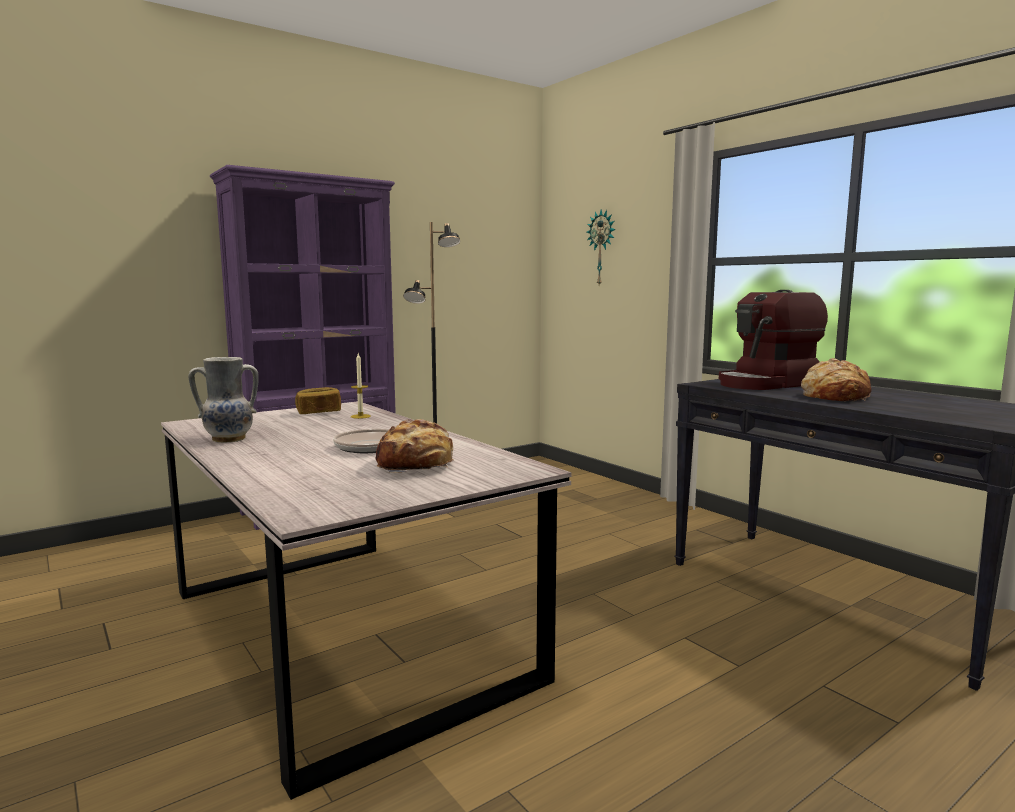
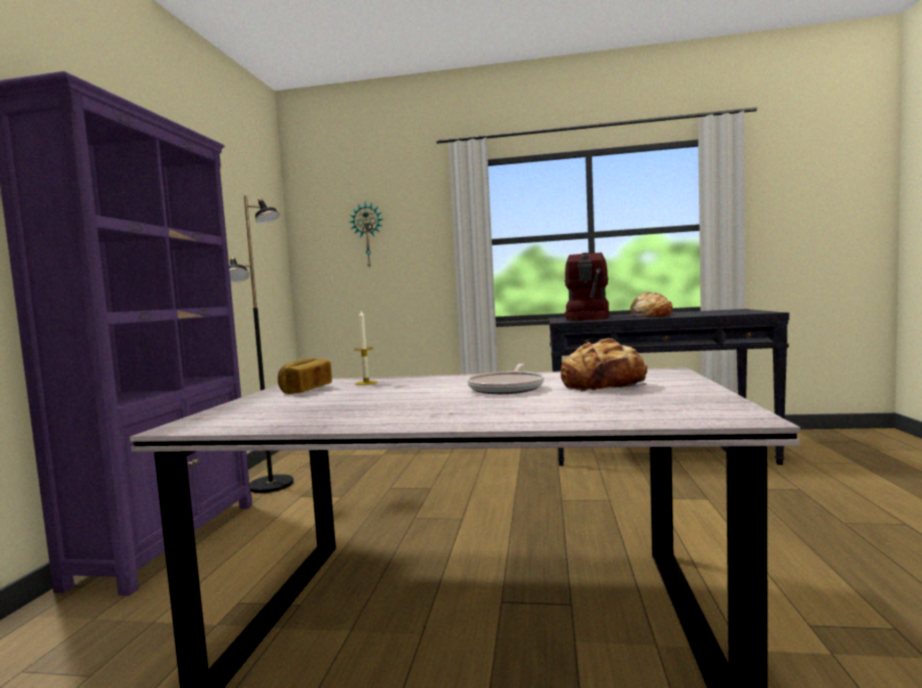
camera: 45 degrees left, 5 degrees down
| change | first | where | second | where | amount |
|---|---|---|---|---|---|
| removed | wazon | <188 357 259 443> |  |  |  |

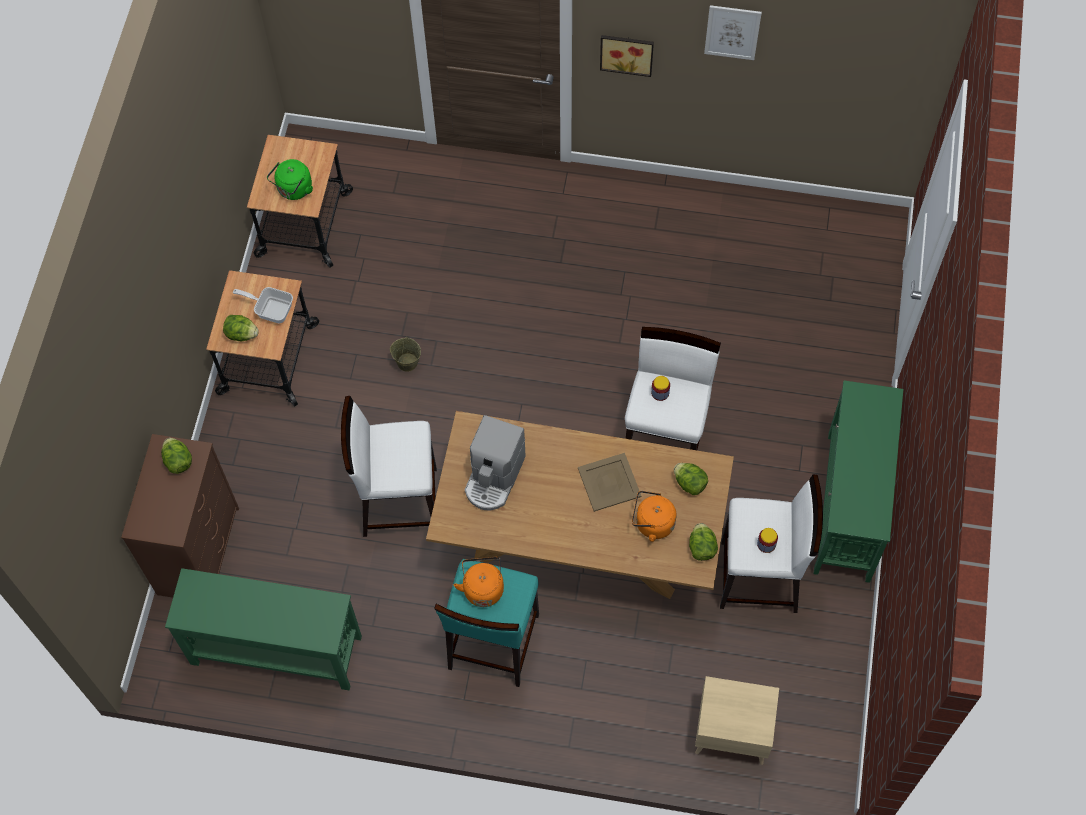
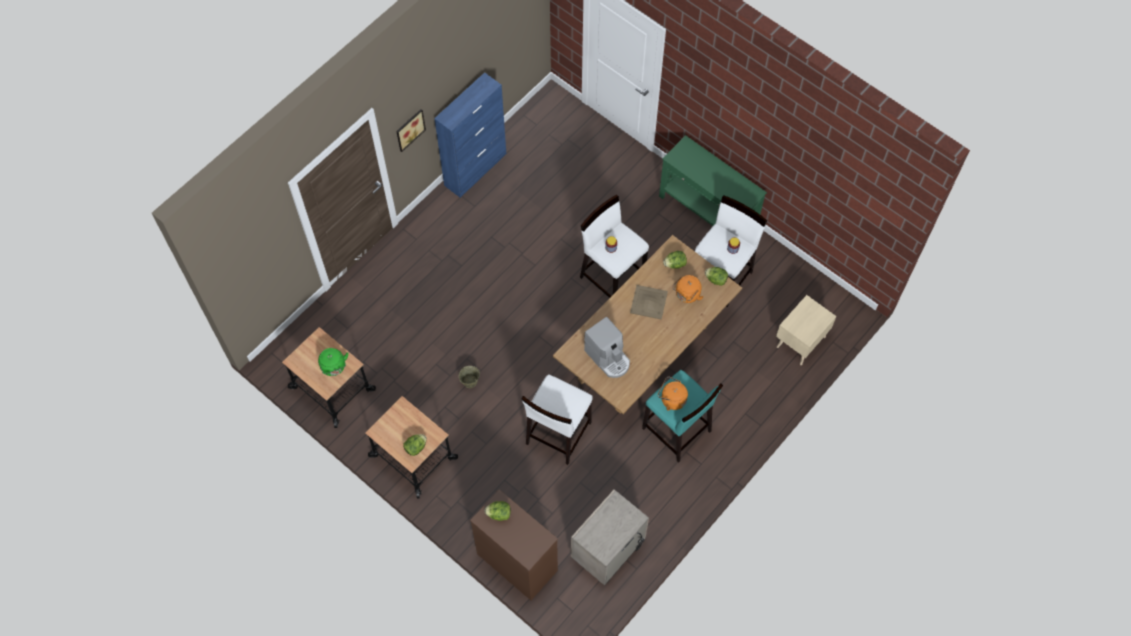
camera: 60 degrees left, 0 degrees up
| change | first | where | second | where | amount |
|---|---|---|---|---|---|
| replaced | stolik konsolowy/zielony | <165 568 362 691> | szafka nocna/beżowy | <571 490 649 585> |  |
| removed | patelnia | <233 287 293 323> |  |  |  |
| removed | obraz | <704 5 762 60> |  |  |  |
| added |  |  | szafka/niebieski | <434 72 506 198> |  |

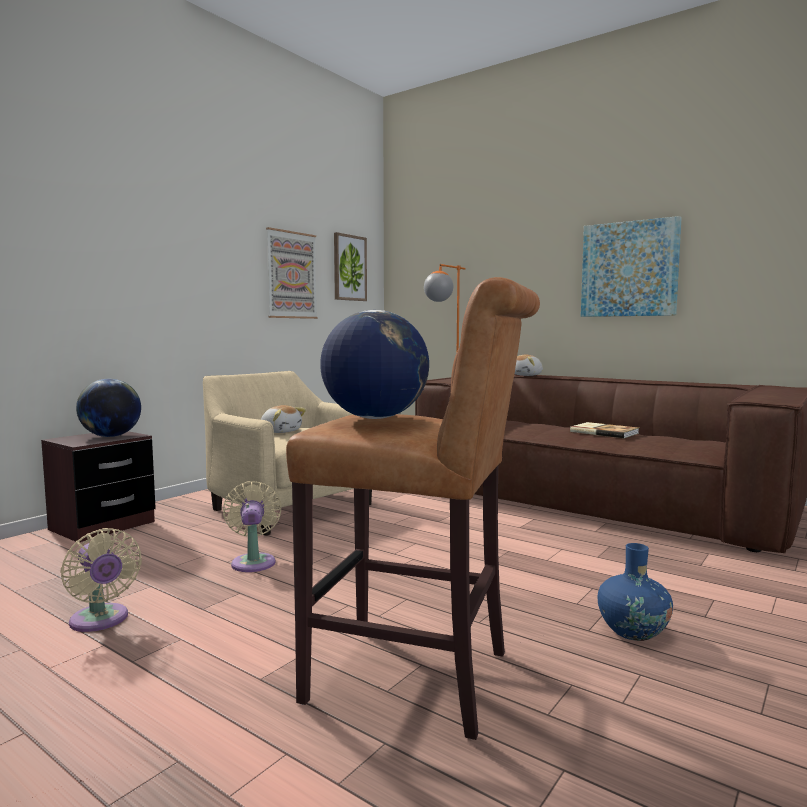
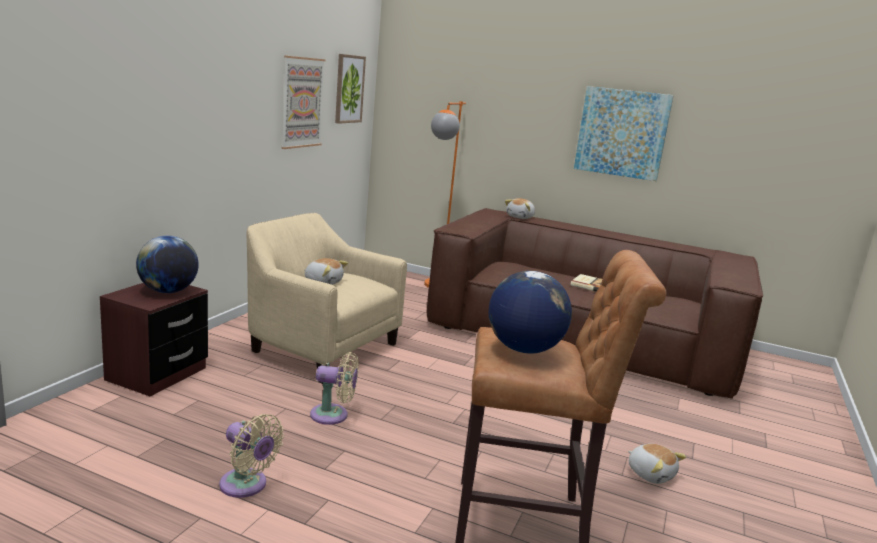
camera: 15 degrees left, 10 degrees up
| change | first | where | second | where | amount |
|---|---|---|---|---|---|
| turned | wentylator/beżowy | <223 481 282 572> |  | <310 352 359 425> | 120 degrees clockwise |
| replaced | wazon/niebieski | <598 543 673 641> | pluszak | <628 444 686 484> |  |

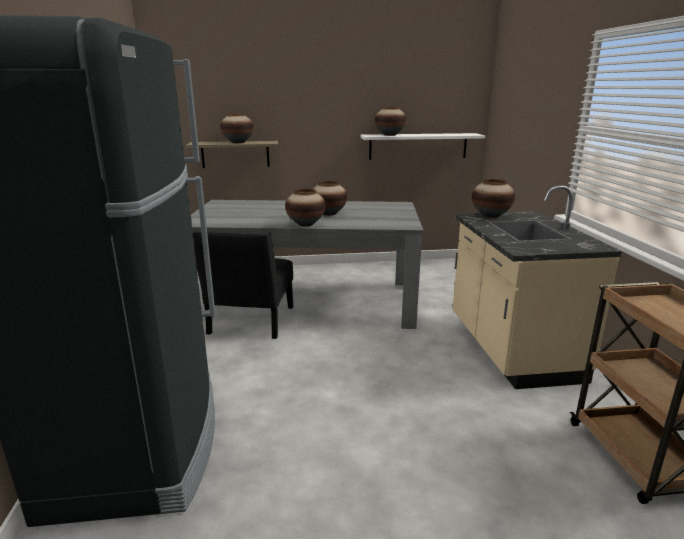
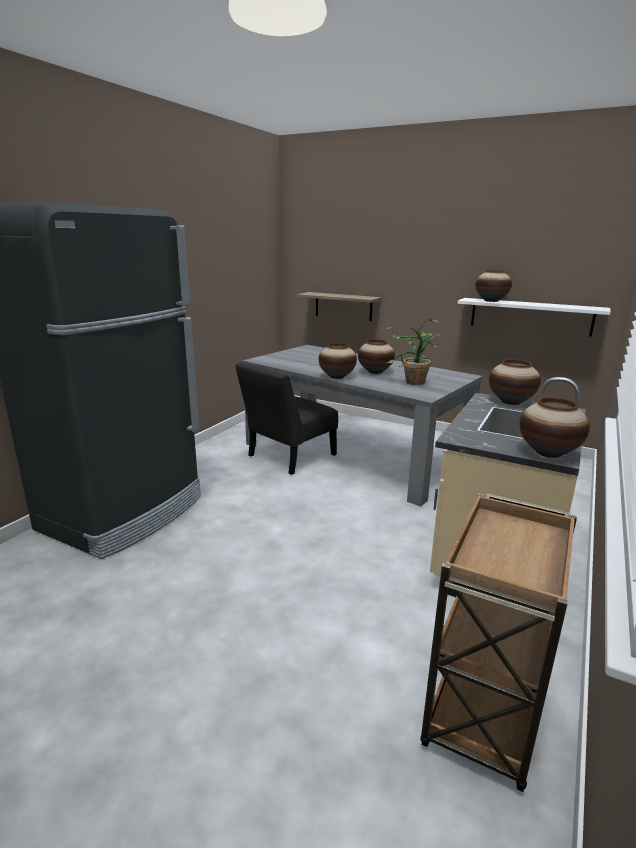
camera: 35 degrees right, 0 degrees up
| change | first | where | second | where | amount |
|---|---|---|---|---|---|
| moved | wazon | <220 114 254 143> |  | <520 397 590 458> |  |
| added |  |  | roślina doniczkowa | <386 319 441 385> |  |

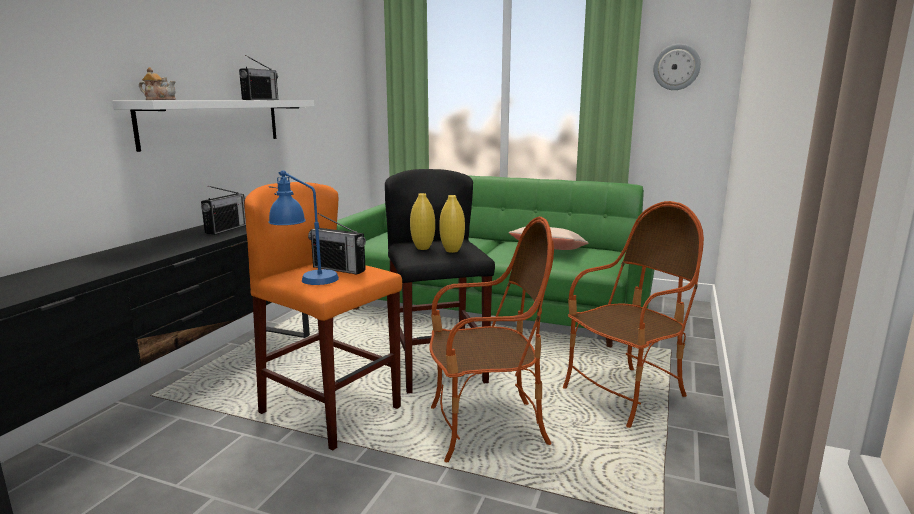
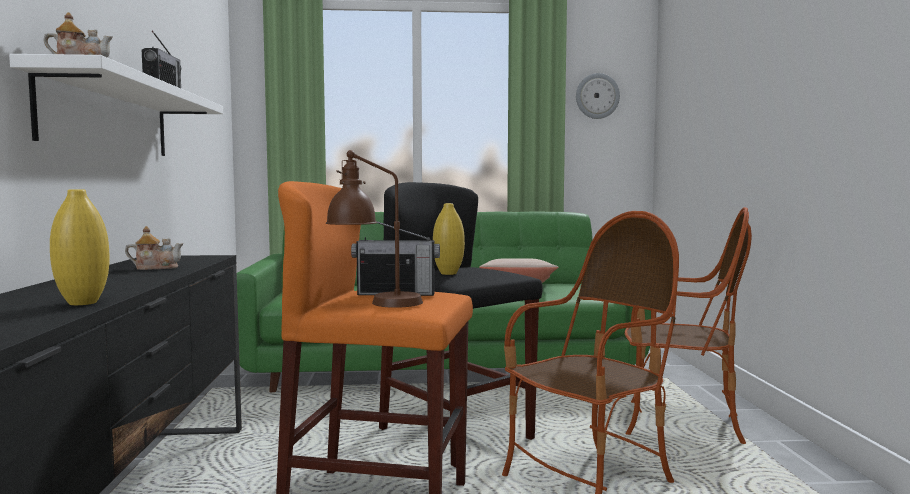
camera: 25 degrees left, 10 degrees down
| change | first | where | second | where | amount |
|---|---|---|---|---|---|
| replaced | radio | <201 186 246 235> | imbryk | <125 226 184 270> |  |
| recoloured | lampa stołowa/niebieski | <268 170 339 285> | lampa stołowa/brązowy | <326 150 423 308> |  |
| moved | wazon/żółty | <439 195 465 253> |  | <50 189 110 305> |  |
| turned | fotel | <563 201 704 428> |  | <625 207 752 444> | 75 degrees clockwise |

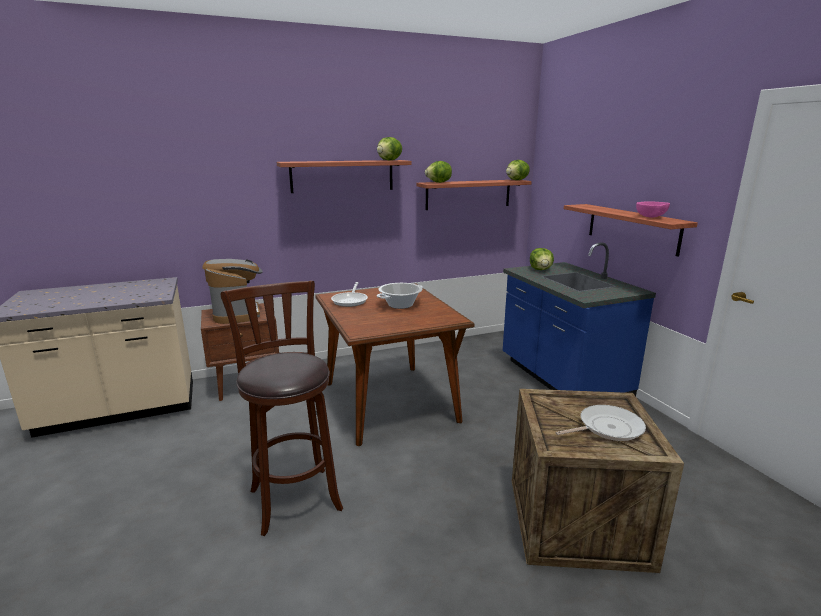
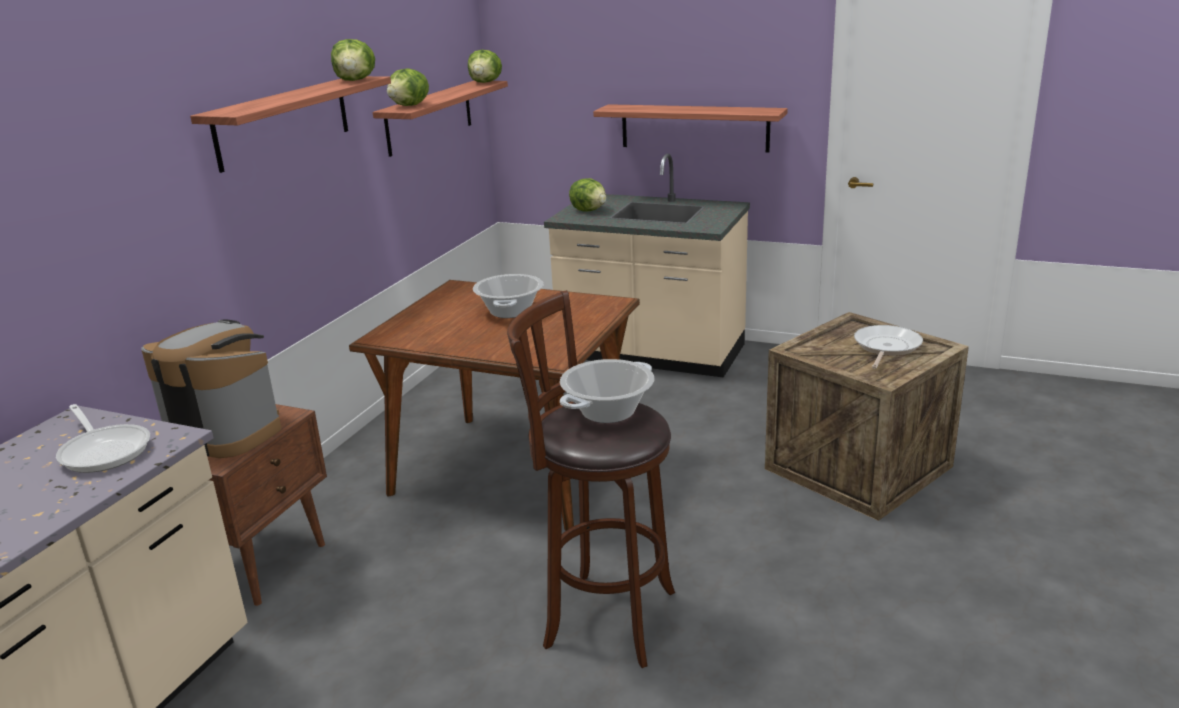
camera: 45 degrees left, 5 degrees up
| change | first | where | second | where | amount |
|---|---|---|---|---|---|
| moved | patelnia | <331 282 368 307> |  | <56 404 150 473> |  |
| recoloured | zabudowa kuchenna/niebieski | <503 242 656 396> | zabudowa kuchenna/beżowy | <544 154 750 378> |  |
| removed | miska/różowy | <636 201 670 218> |  |  |  |
| added |  |  | garnek | <560 359 654 423> |  |

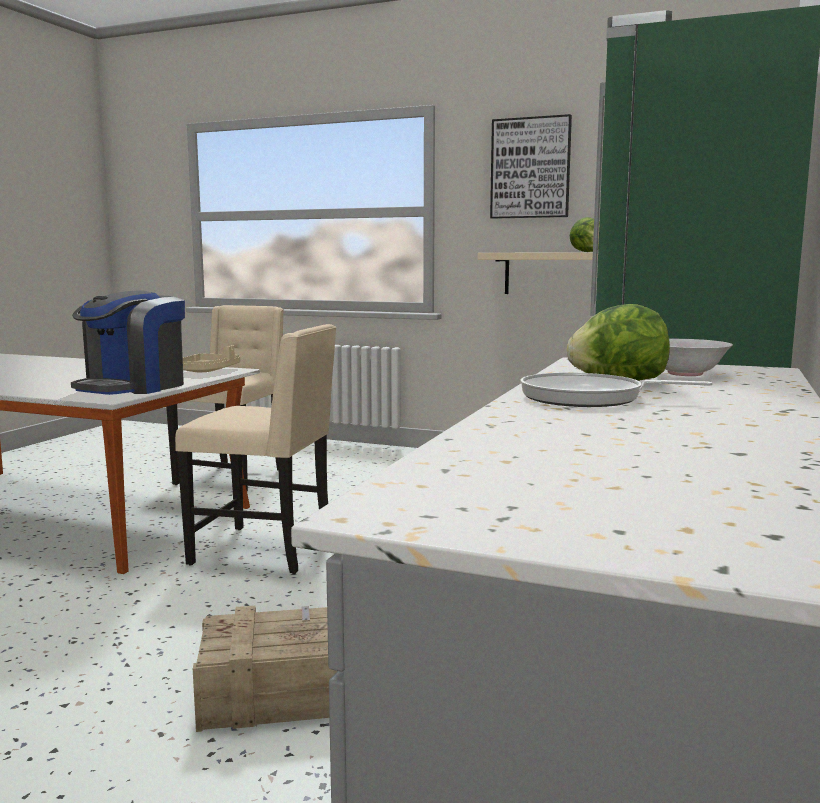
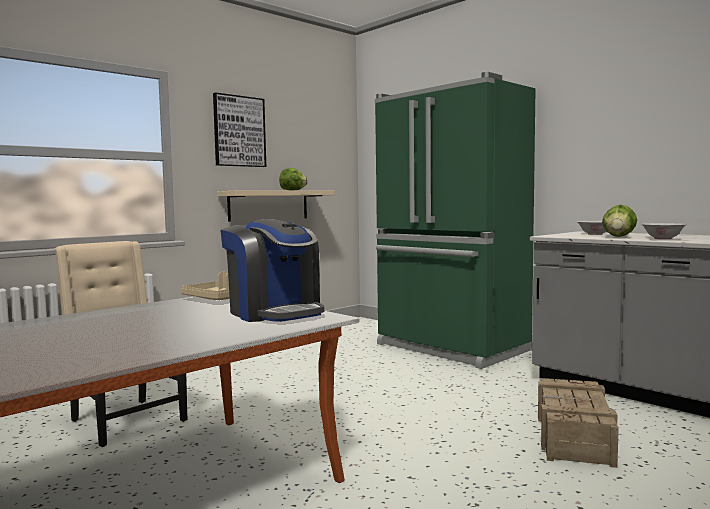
camera: 65 degrees left, 5 degrees down
| change | first | where | second | where | amount |
|---|---|---|---|---|---|
| removed | krzesło/beżowy | <175 324 337 574> |  |  |  |
| replaced | patelnia | <520 373 713 407> | miska/biały | <642 223 687 239> |  |

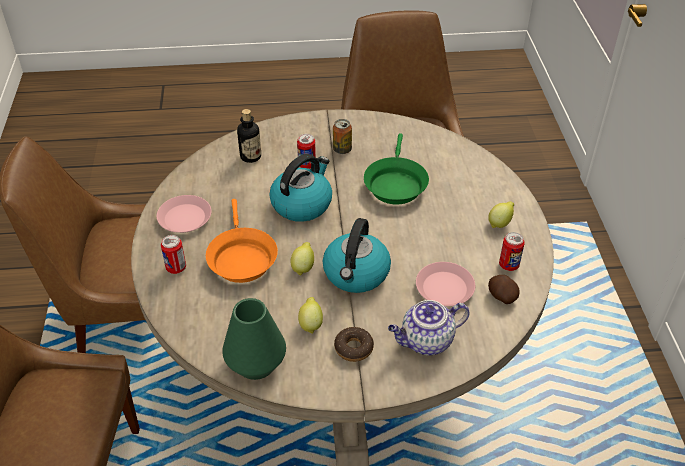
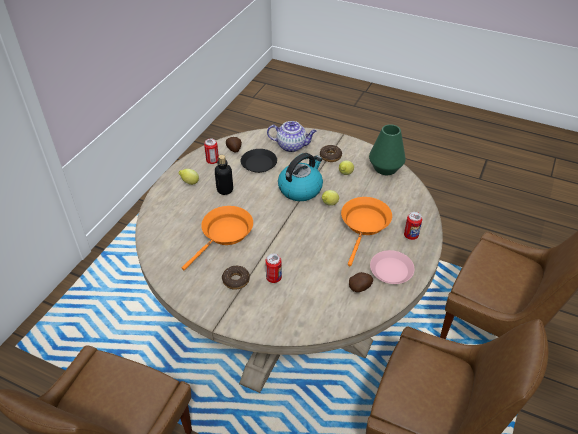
camera: 150 degrees left, 0 degrees up
| change | first | where | second | where | amount |
|---|---|---|---|---|---|
| moved | butelka | <237 109 261 163> |  | <215 155 233 195> |  |
| removed | czajnik | <269 154 332 222> |  |  |  |
| replaced | puszka | <333 119 352 154> | donut | <222 266 250 290> |  |
| recoloured | patelnia/zielony | <364 133 429 204> | patelnia/pomarańczowy | <182 206 253 270> |  |
| recoloured | talerz/różowy | <416 262 475 306> | talerz/czarny | <241 149 277 173> |  |
| added |  |  | ziemniak | <349 272 373 292> |  |

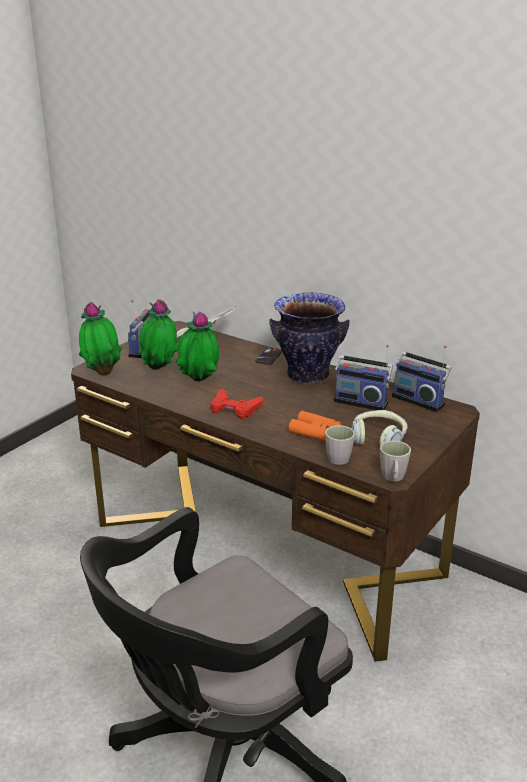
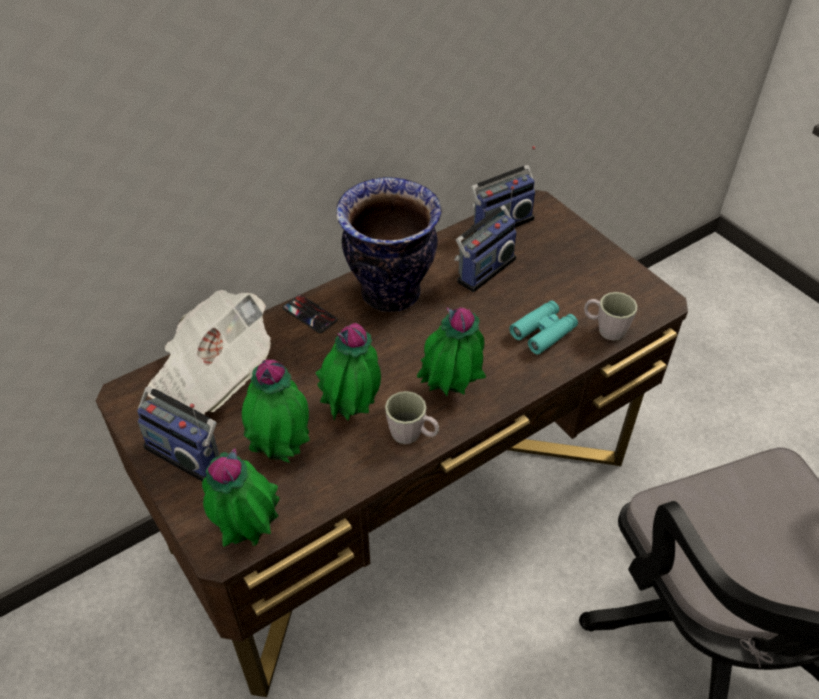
camera: 70 degrees left, 20 degrees up
| change | first | where | second | where | amount |
|---|---|---|---|---|---|
| replaced | pad do gier/czerwony | <211 389 263 419> | roślina doniczkowa | <417 307 486 396> |  |
| recoloured | lornetka/pomarańczowy | <288 411 341 441> | lornetka/turkusowy | <510 300 578 355> |  |
| removed | słuchawki | <351 410 407 446> |  |  |  |
| moved | kubek/szary | <380 440 411 481> |  | <385 391 439 444> |  |

